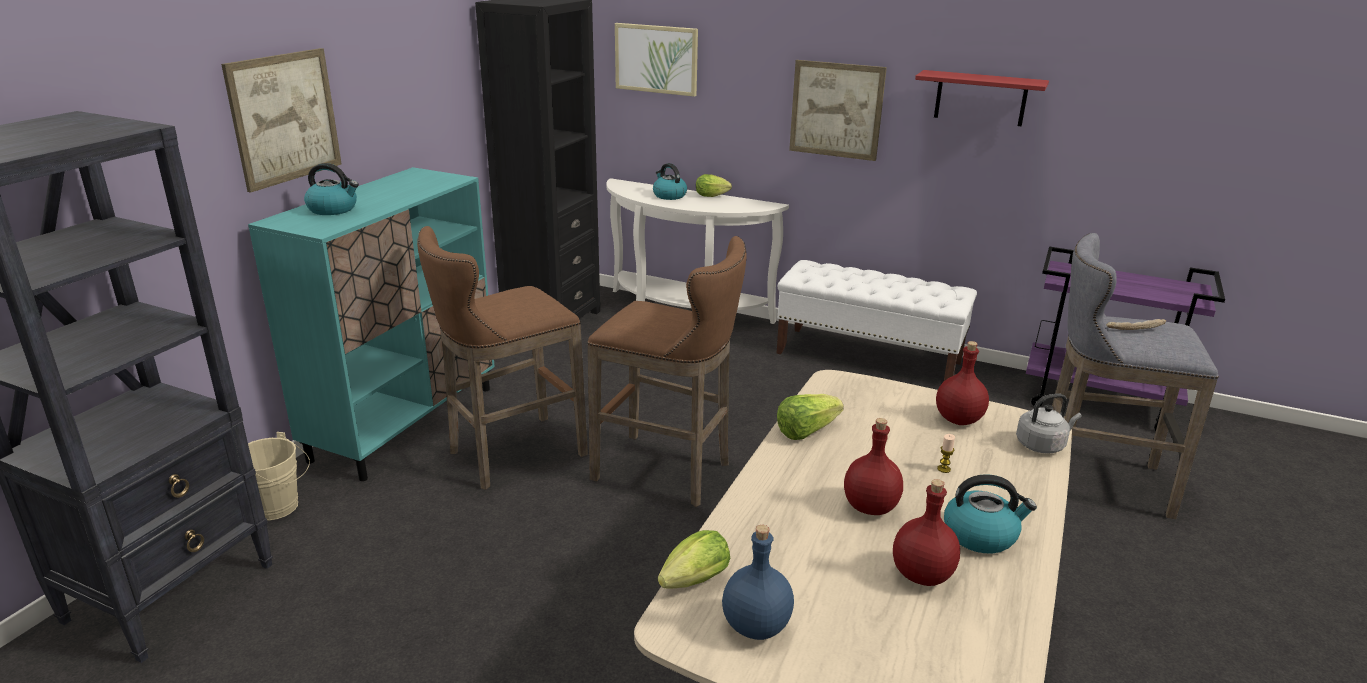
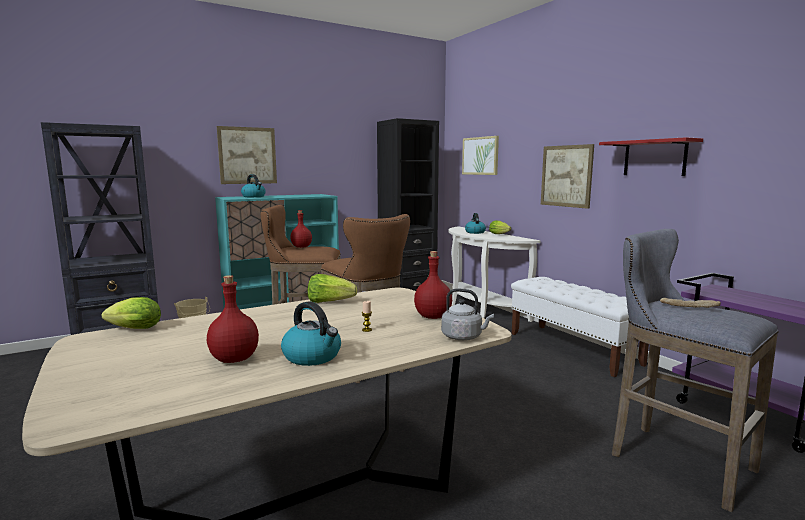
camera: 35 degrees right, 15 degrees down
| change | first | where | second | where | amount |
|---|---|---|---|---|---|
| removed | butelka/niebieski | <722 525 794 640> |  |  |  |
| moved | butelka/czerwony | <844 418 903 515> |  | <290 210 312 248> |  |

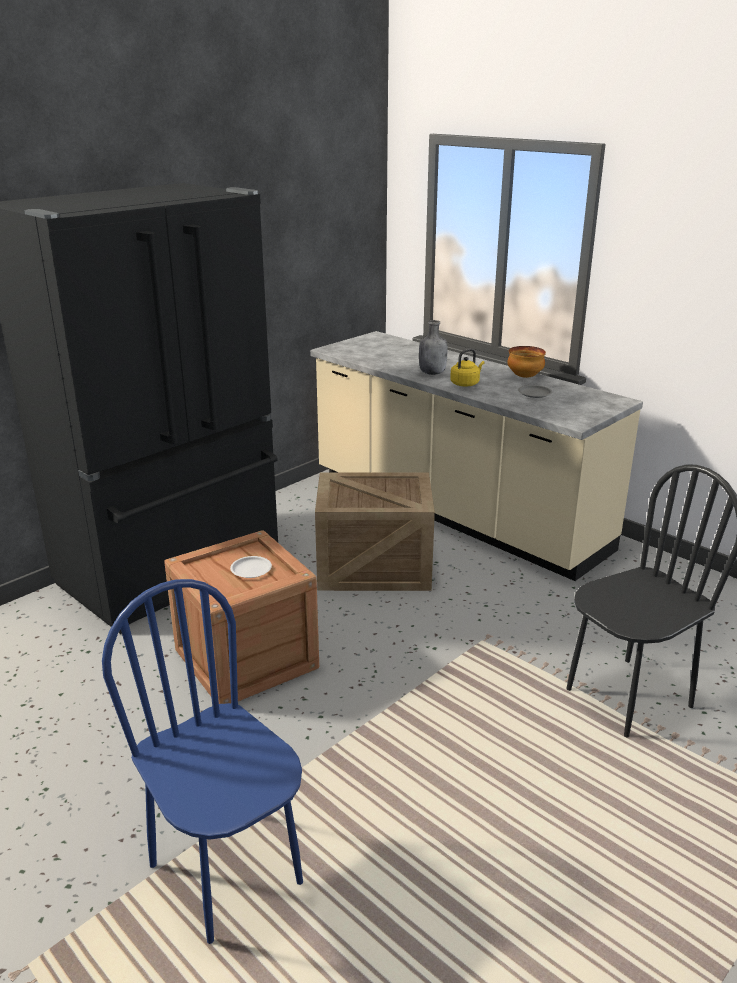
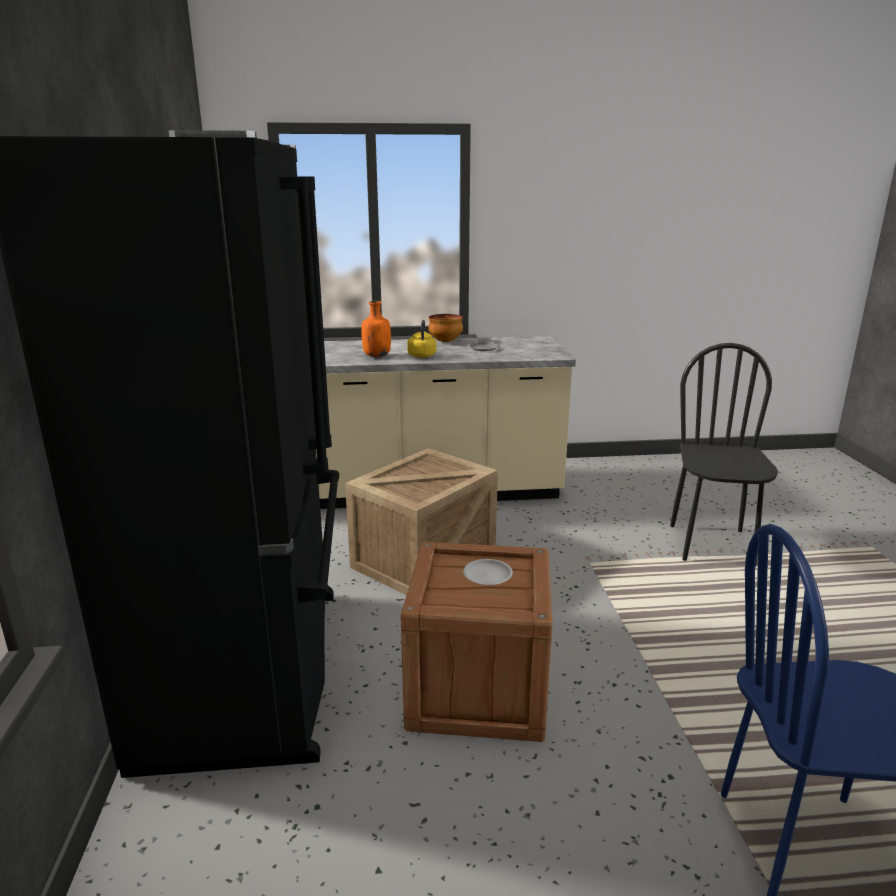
camera: 50 degrees left, 5 degrees down
| change | first | where | second | where | amount |
|---|---|---|---|---|---|
| recoloured | butelka/szary | <419 320 448 375> | butelka/pomarańczowy | <361 301 391 357> |  |

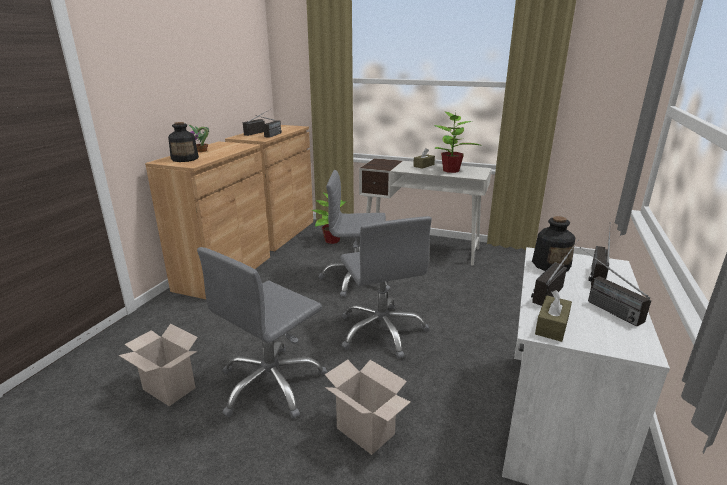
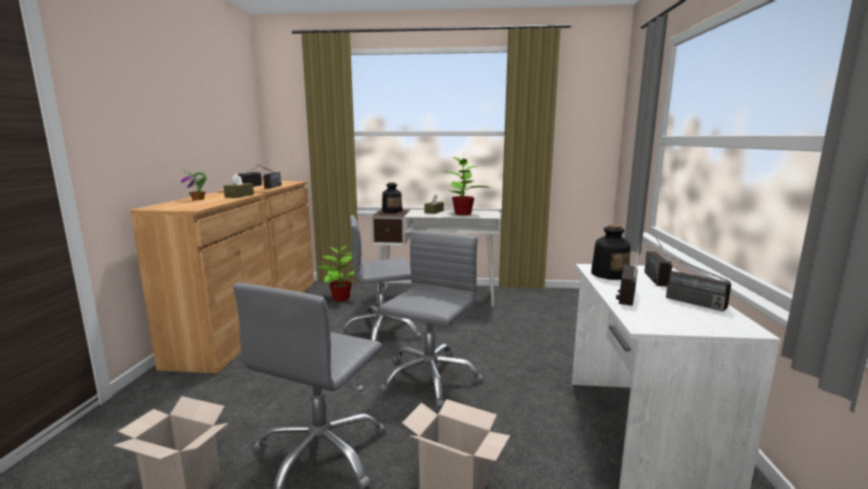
camera: 15 degrees left, 10 degrees down
| change | first | where | second | where | amount |
|---|---|---|---|---|---|
| moved | butelka | <168 122 199 162> |  | <382 182 403 213> |  |
| turned | krzesło biurowe/szary | <340 216 432 359> |  | <379 231 483 408> | 120 degrees counterclockwise |
| moved | pudełko chusteczek/brązowy | <535 290 572 342> |  | <224 173 254 198> |  |

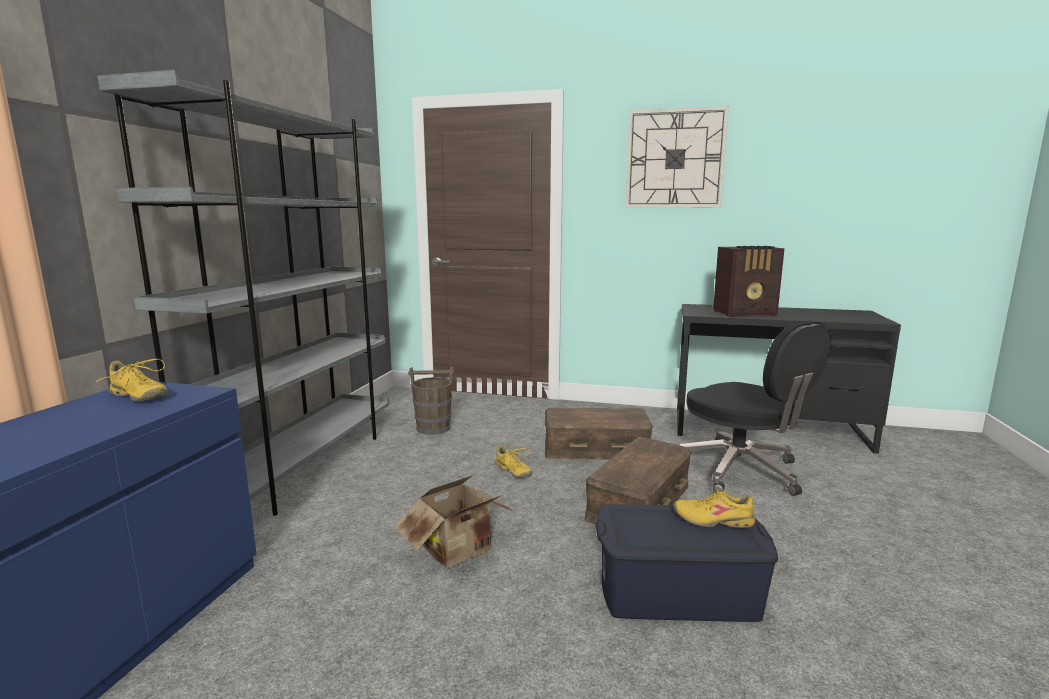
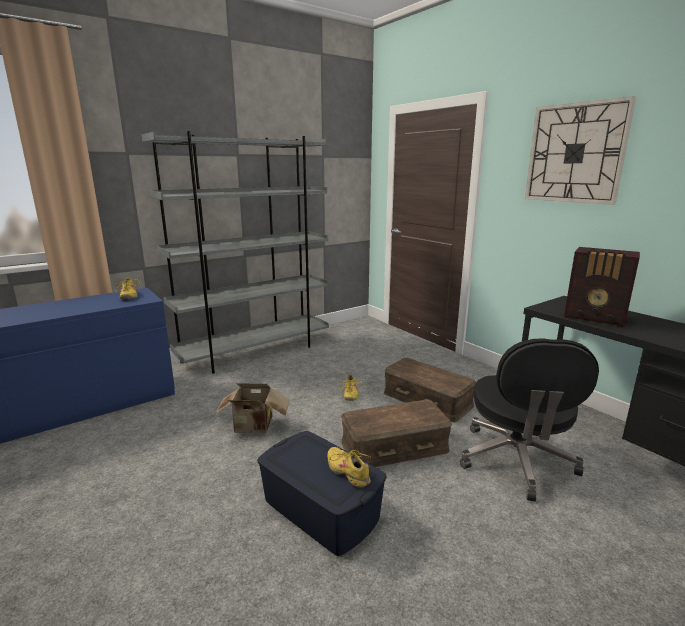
camera: 40 degrees right, 5 degrees up
| change | first | where | second | where | amount |
|---|---|---|---|---|---|
| removed | wiadro/brązowy | <408 367 454 435> |  |  |  |

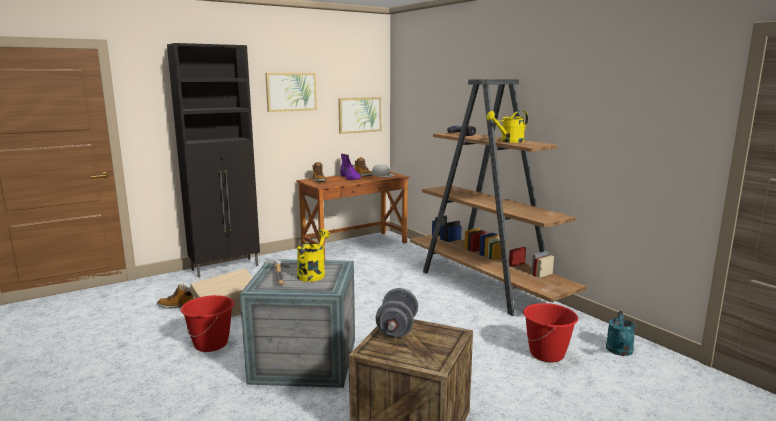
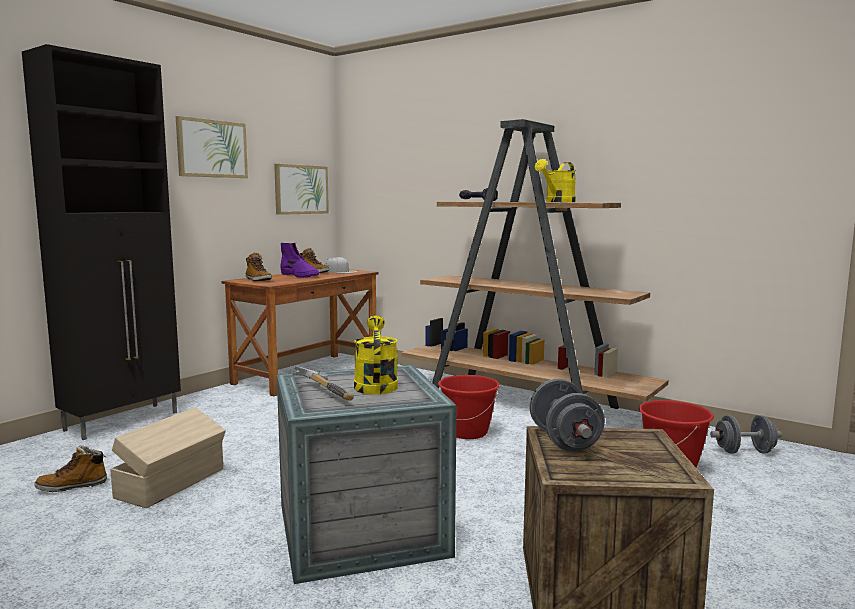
camera: 20 degrees left, 5 degrees down
| change | first | where | second | where | amount |
|---|---|---|---|---|---|
| moved | wiadro/czerwony | <181 295 234 352> |  | <438 375 500 439> |  |
| replaced | konewka/turkusowy | <606 311 636 356> | hantel/szary | <710 415 782 453> |  |

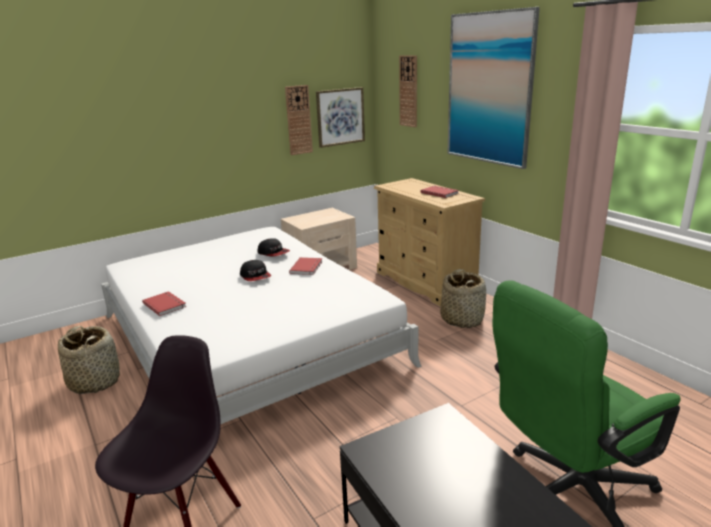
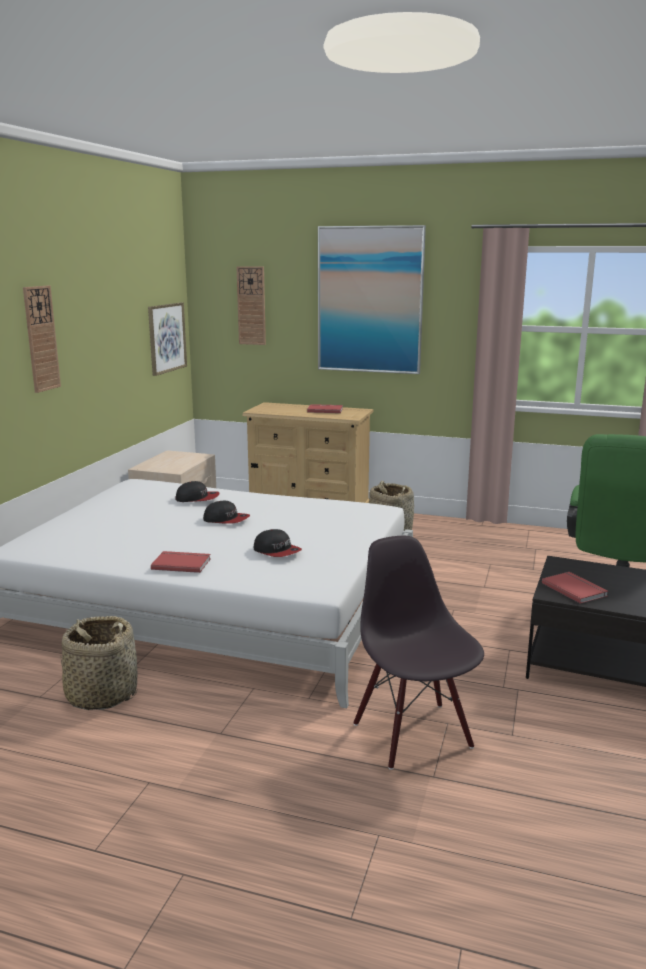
camera: 40 degrees left, 5 degrees down
| change | first | where | second | where | amount |
|---|---|---|---|---|---|
| moved | zegar ścienny | <285 85 313 155> |  | <23 286 61 393> |  |
| moved | książka/czerwony | <289 257 323 275> |  | <542 572 608 604> |  |
| added |  |  | czapka z daszkiem | <254 529 302 557> |  |

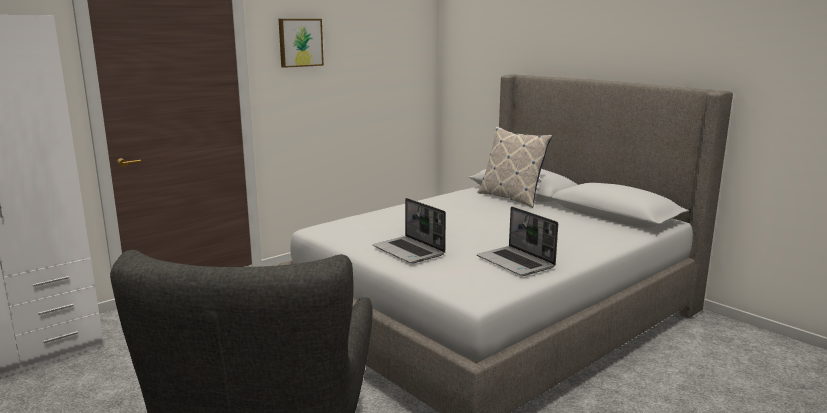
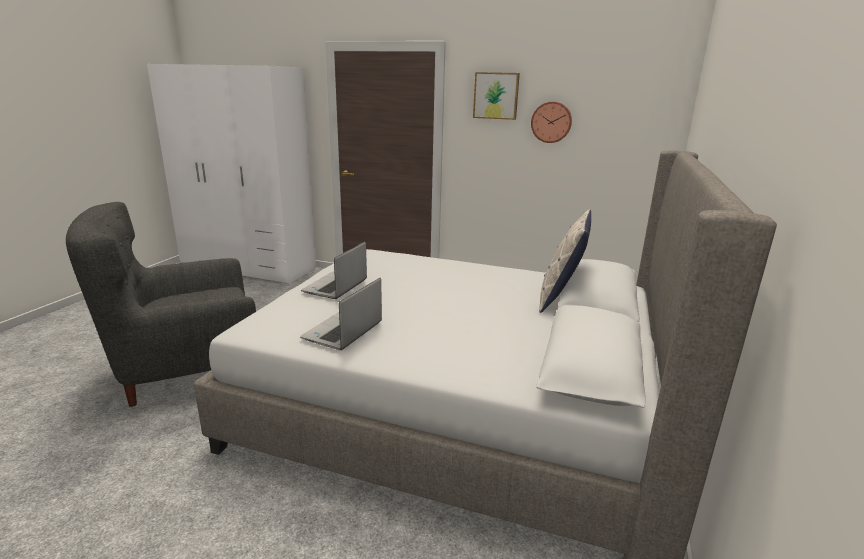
camera: 60 degrees right, 5 degrees up
| change | first | where | second | where | amount |
|---|---|---|---|---|---|
| added |  |  | zegar ścienny | <531 101 572 143> |  |

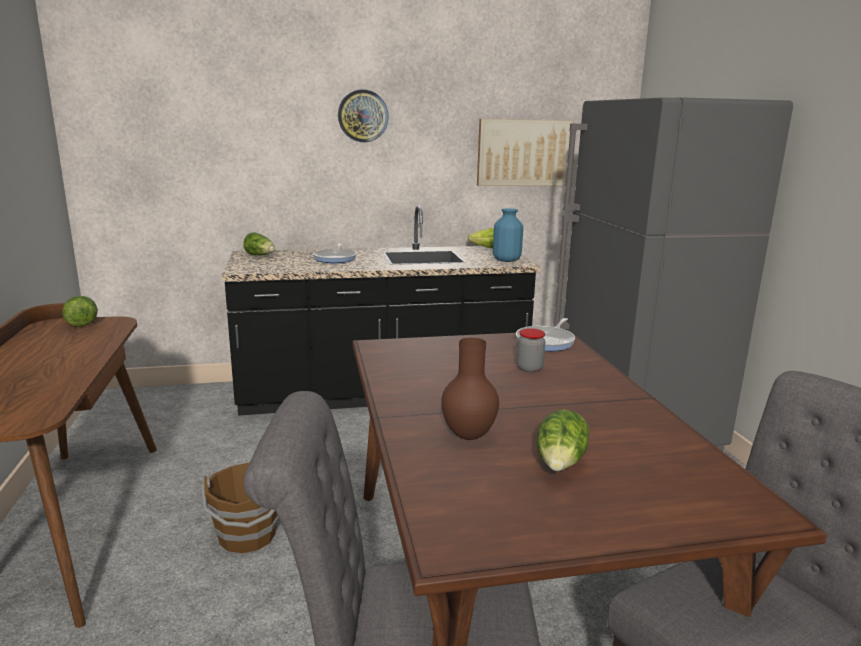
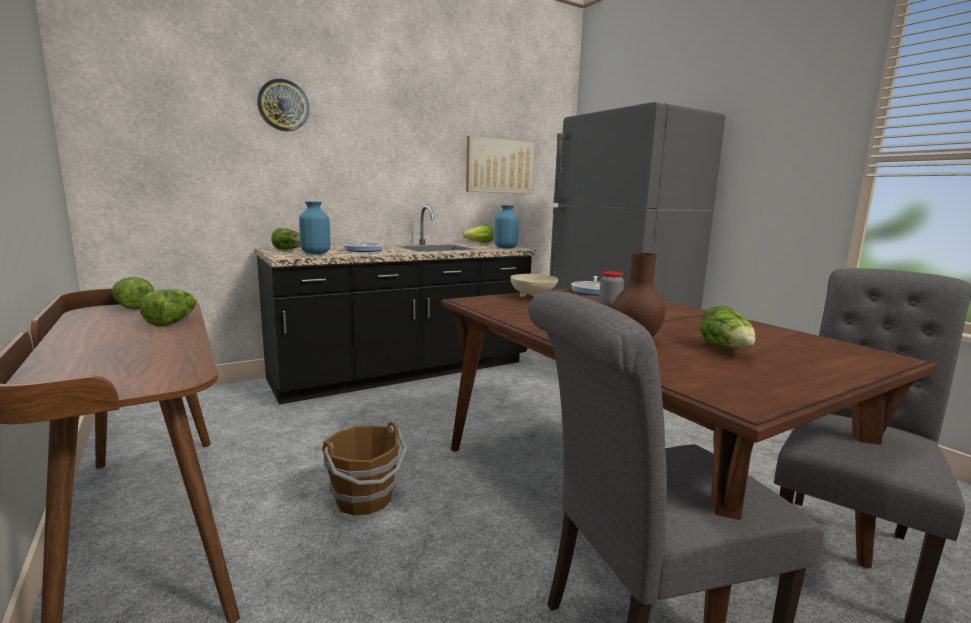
camera: 20 degrees left, 5 degrees down
| change | first | where | second | where | amount |
|---|---|---|---|---|---|
| moved | zegar ścienny | <338 90 389 142> |  | <257 79 309 131> |  |
| added |  |  | sałata | <139 289 197 327> |  |
| added |  |  | wazon/niebieski | <299 201 330 254> |  |
| added |  |  | miska/beżowy | <510 274 558 297> |  |

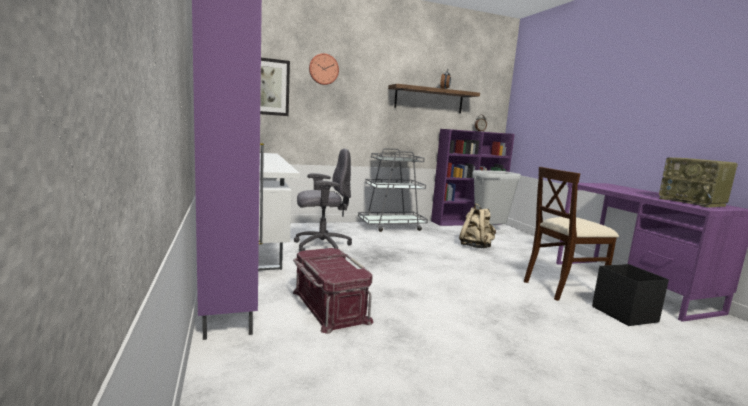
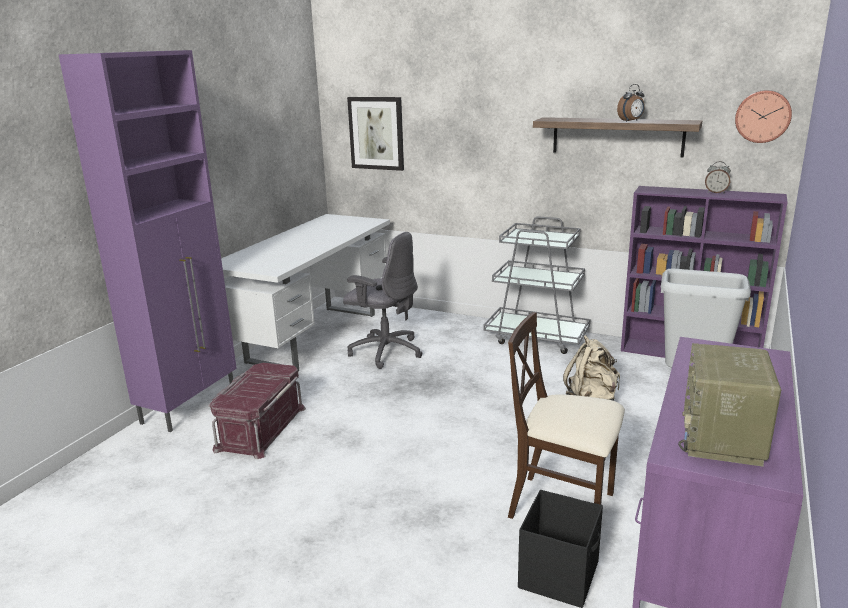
camera: 45 degrees right, 10 degrees up
| change | first | where | second | where | amount |
|---|---|---|---|---|---|
| moved | zegar ścienny | <309 53 339 85> |  | <735 90 792 143> |  |

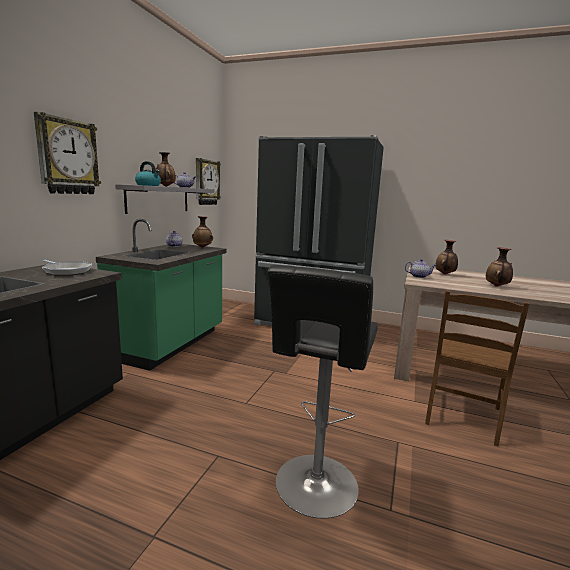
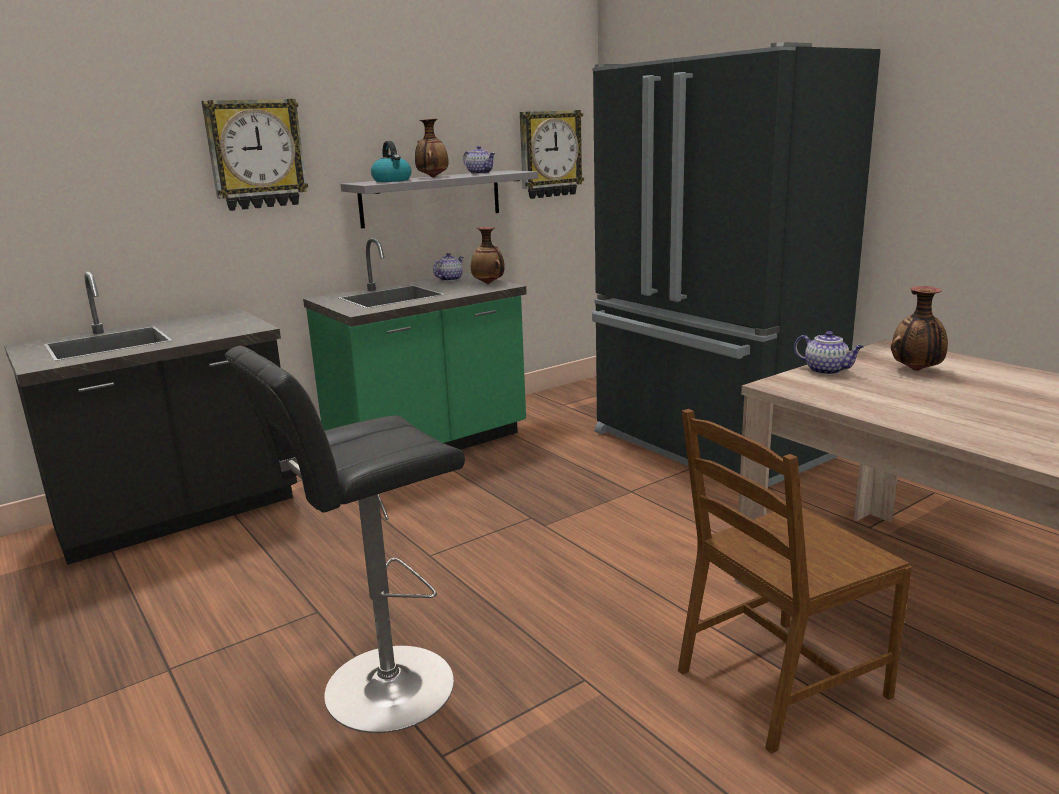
camera: 35 degrees right, 5 degrees up
| change | first | where | second | where | amount |
|---|---|---|---|---|---|
| removed | patelnia | <42 260 92 276> |  |  |  |
| removed | wazon | <486 247 513 287> |  |  |  |

